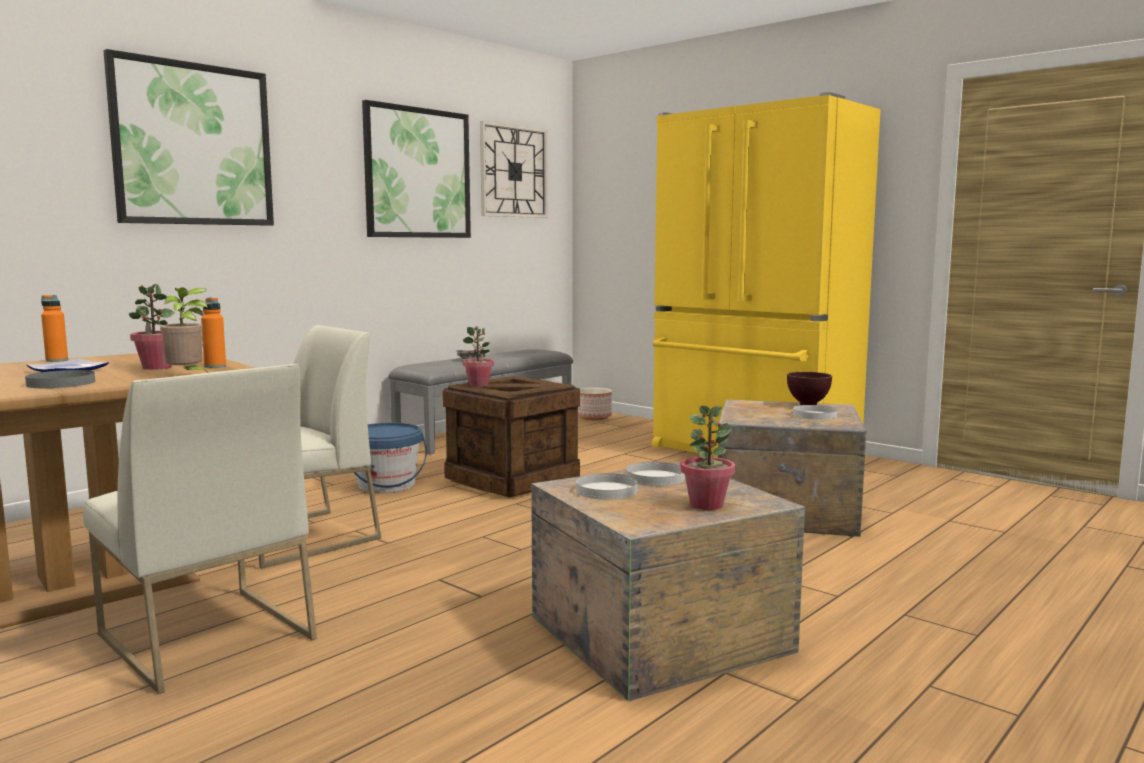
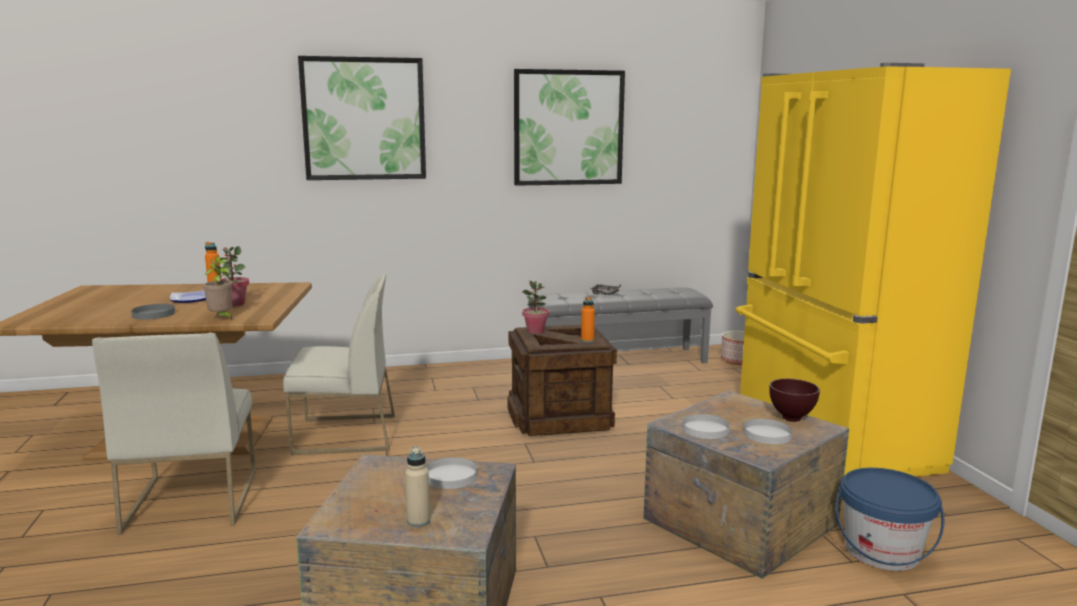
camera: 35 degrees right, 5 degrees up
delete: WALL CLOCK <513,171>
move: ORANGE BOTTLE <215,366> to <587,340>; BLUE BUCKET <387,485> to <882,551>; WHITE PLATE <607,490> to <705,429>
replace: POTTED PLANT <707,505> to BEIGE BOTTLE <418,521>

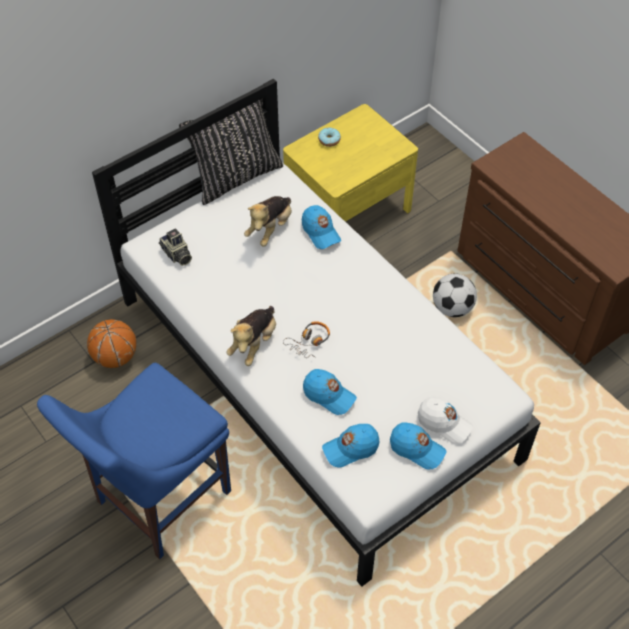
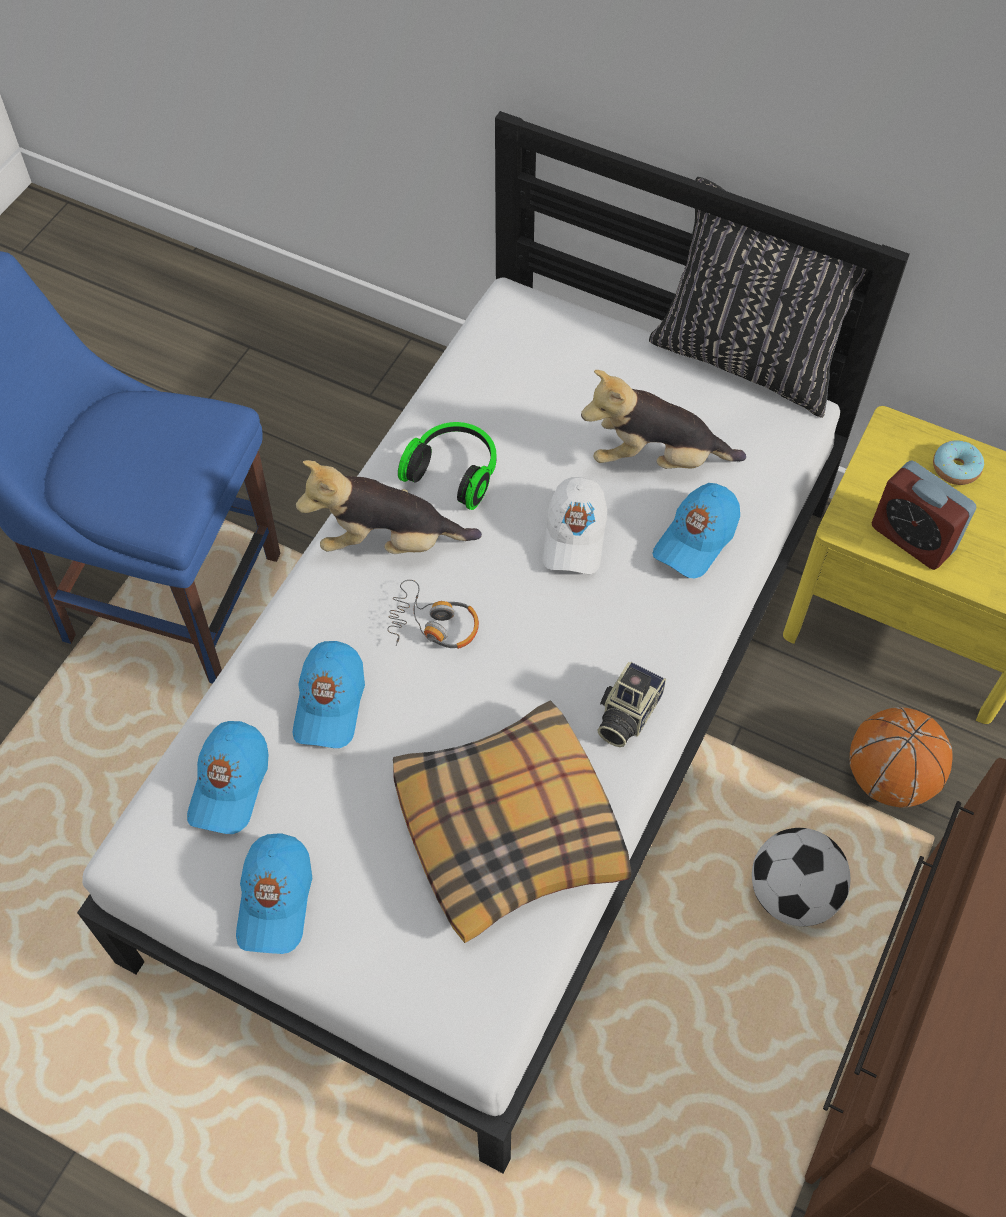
camera: 65 degrees right, 5 degrees up
insert: HEADPHONES <454,472>; ALARM CLOCK <912,538>; PILLOW <511,829>
move: PHOTO CAMERA <176,255> to <626,714>; BASKETBALL <115,357> to <888,777>; WHITE CAP <444,423> to <574,536>
rotate: BLUE CAP <351,448> = <230,784> 120 degrees counterclockwise

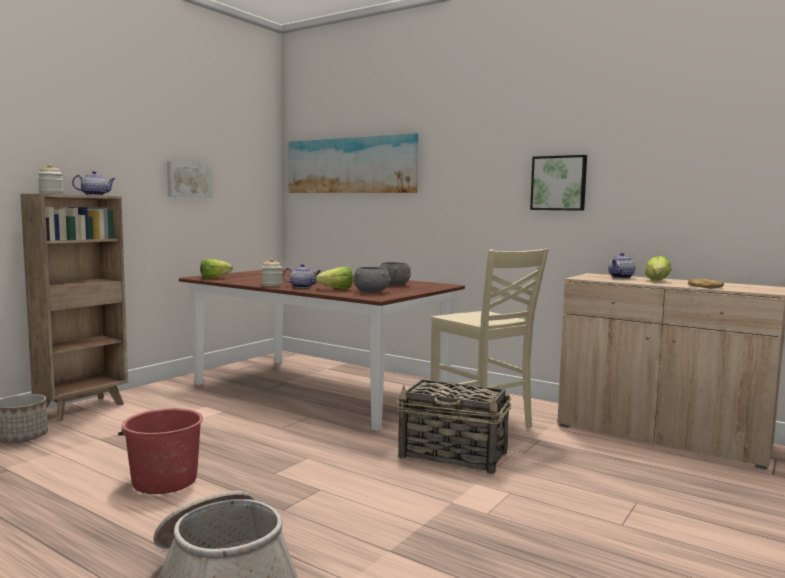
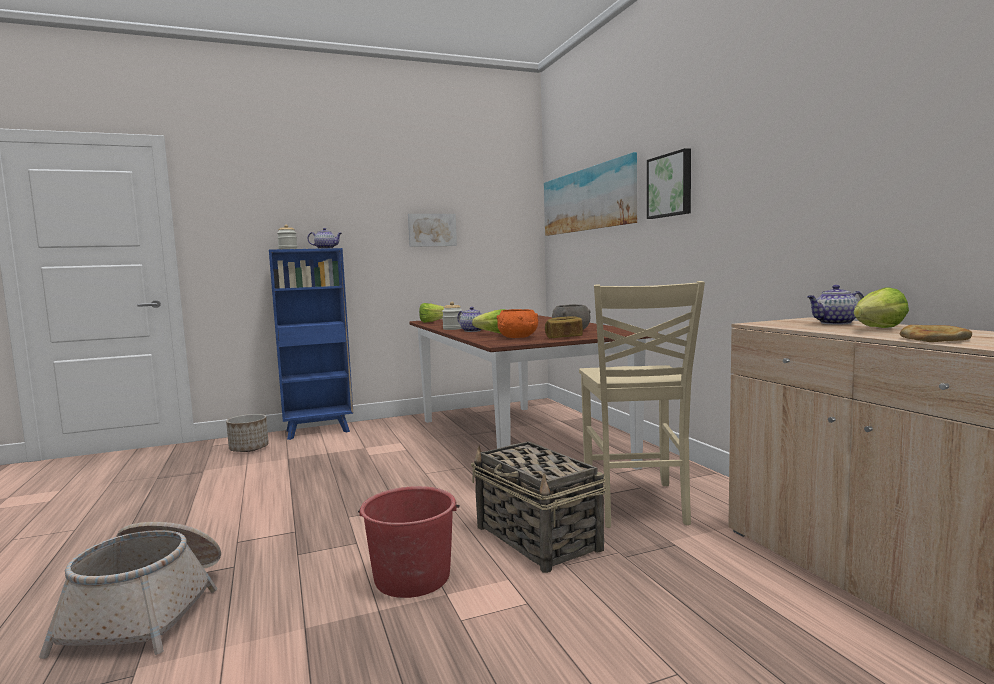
camera: 35 degrees right, 0 degrees up
insert: BREAD <564,337>
move: PICTURE <559,183> to <670,185>; RED BUCKET <164,481> to <412,577>
recolor: BROWN BOOKCASE <83,408> to BLUE BOOKCASE <319,431>; GREY BOWL <372,292> to ORANGE BOWL <518,337>

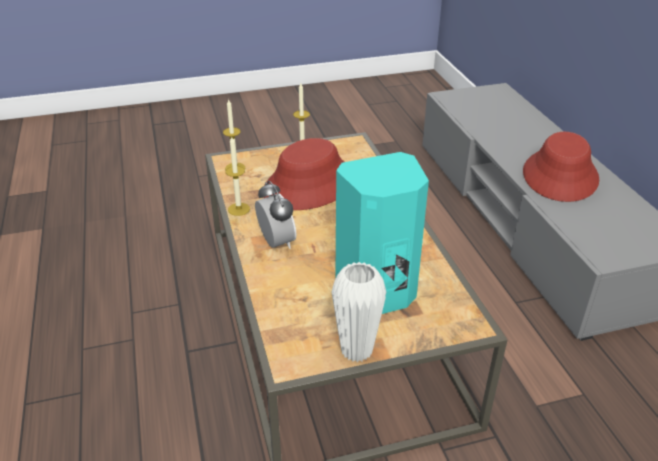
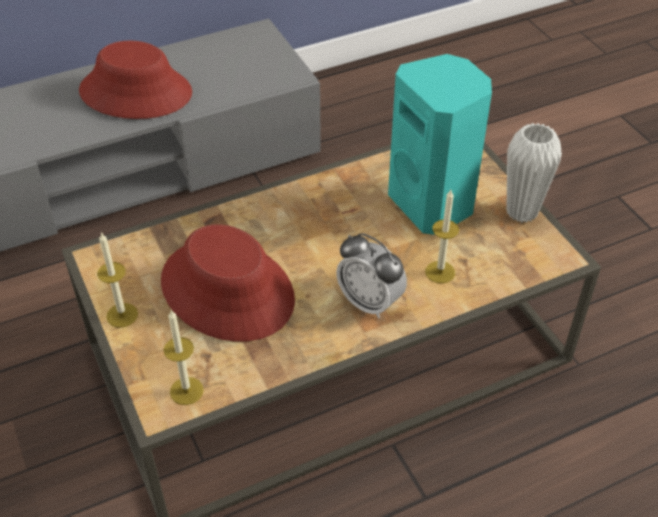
camera: 100 degrees left, 10 degrees up
move: CANDLE <238,209> to <440,272>
rotate: ALARM CLOCK <276,243> = <370,302> 105 degrees counterclockwise

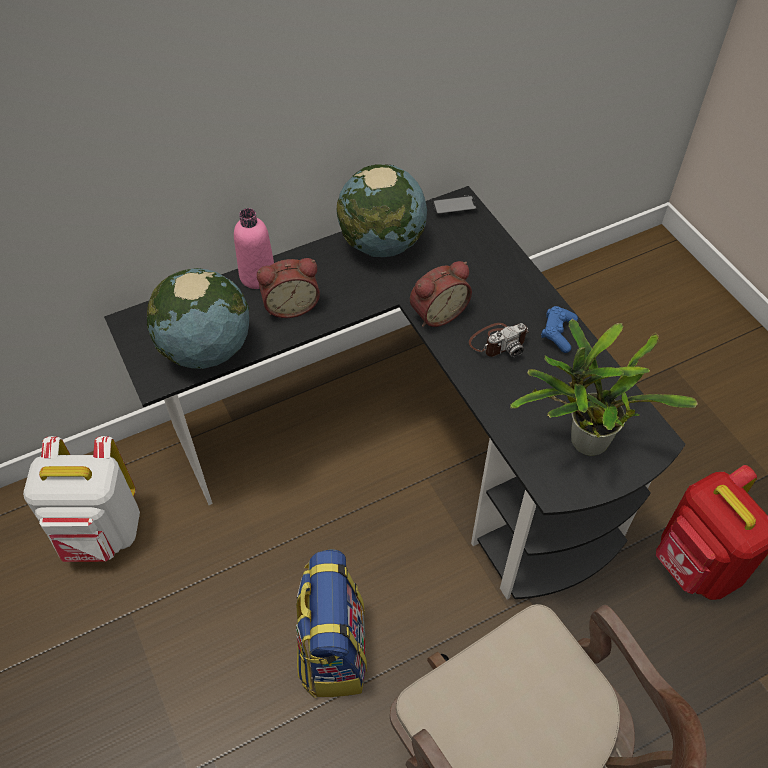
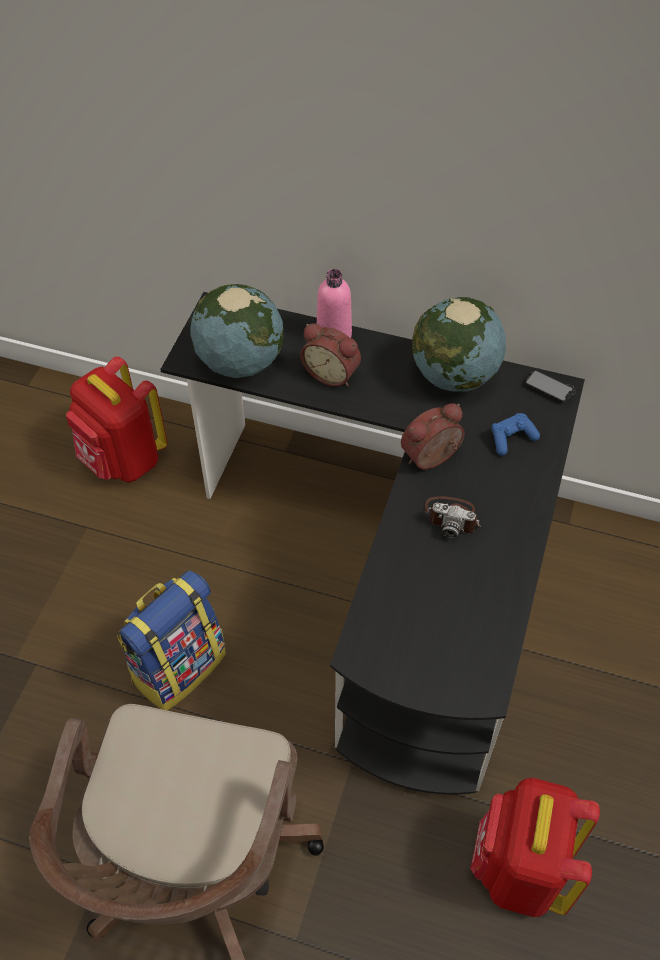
camera: 45 degrees right, 0 degrees up
delete: POTTED PLANT <582,441>
move: BLUE GAME CONTROLLER <557,334> to <511,439>
recolor: WHITE BACKPACK <101,533> to RED BACKPACK <123,460>
rotate: ALARM CLOCK <437,312> = <432,459> 135 degrees clockwise

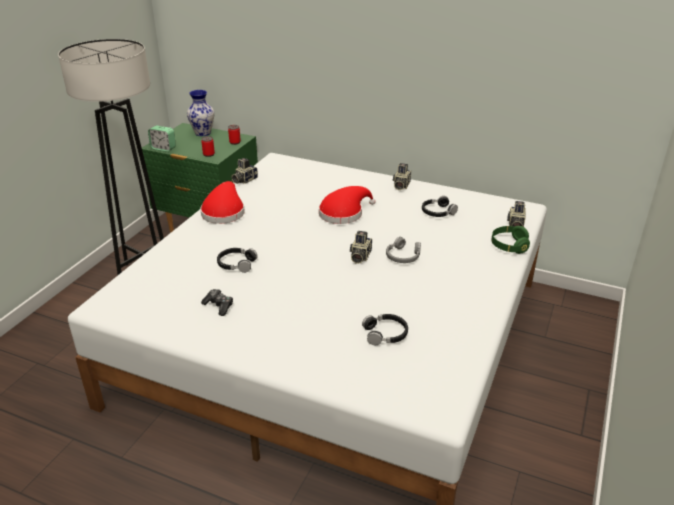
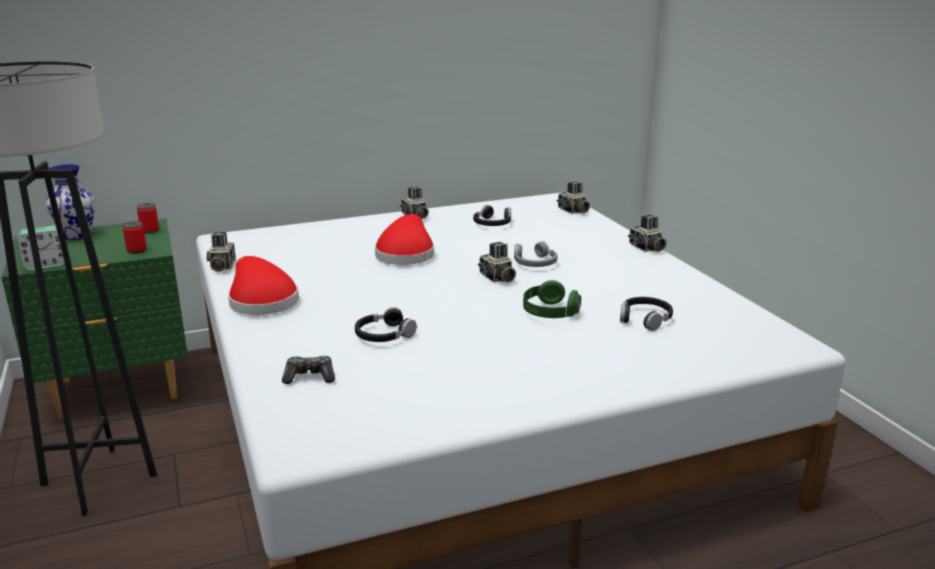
camera: 45 degrees left, 10 degrees down
insert: PHOTO CAMERA <646,248>
move: GREEN HEADPHONES <509,246> to <549,313>; GAME CONTROLLER <219,306> to <310,377>

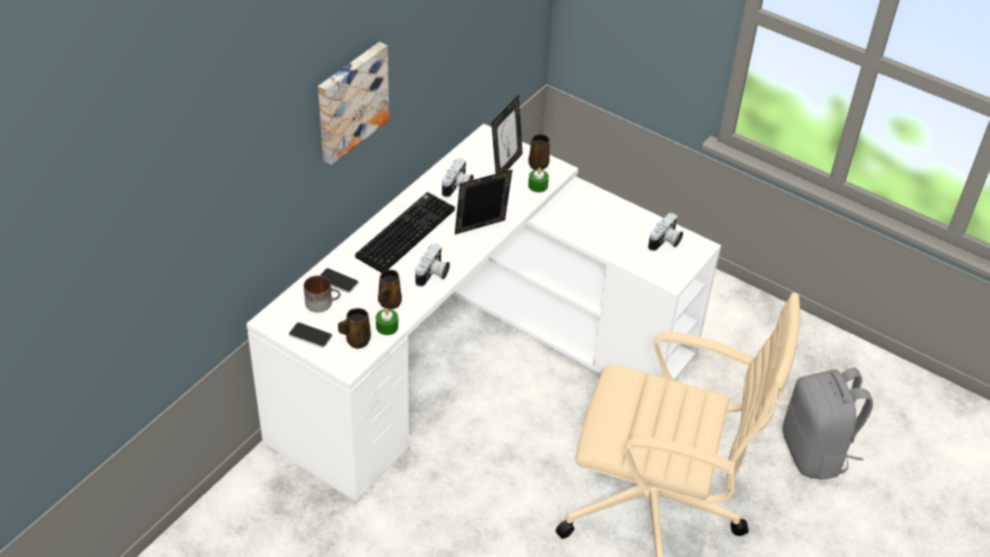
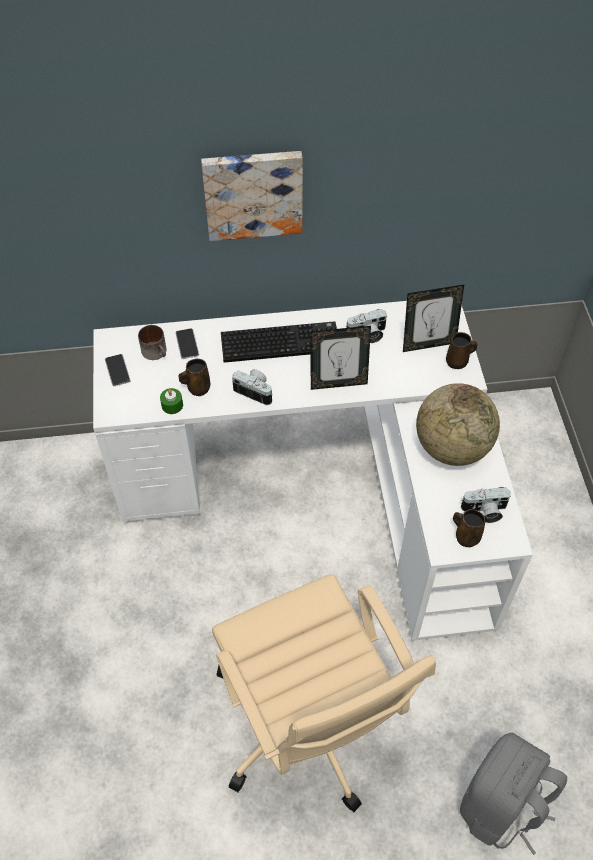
camera: 50 degrees right, 10 degrees up
delete: GREEN CANDLE <538,185>
insert: GLOBE <451,447>
move: BROWN MUG <356,340> to <466,536>
rotate: PICTURE FRAME <481,230> = <338,383> 150 degrees clockwise; PHOTO CAMERA <433,275> = <255,391> 135 degrees counterclockwise

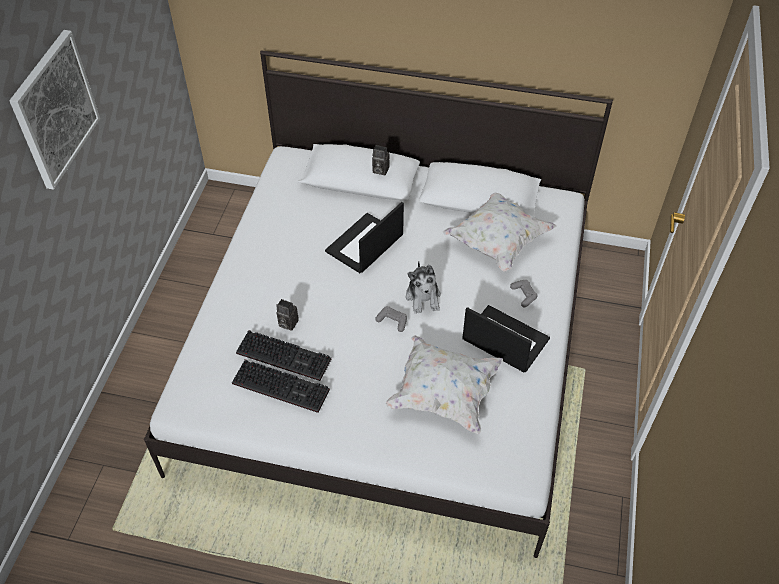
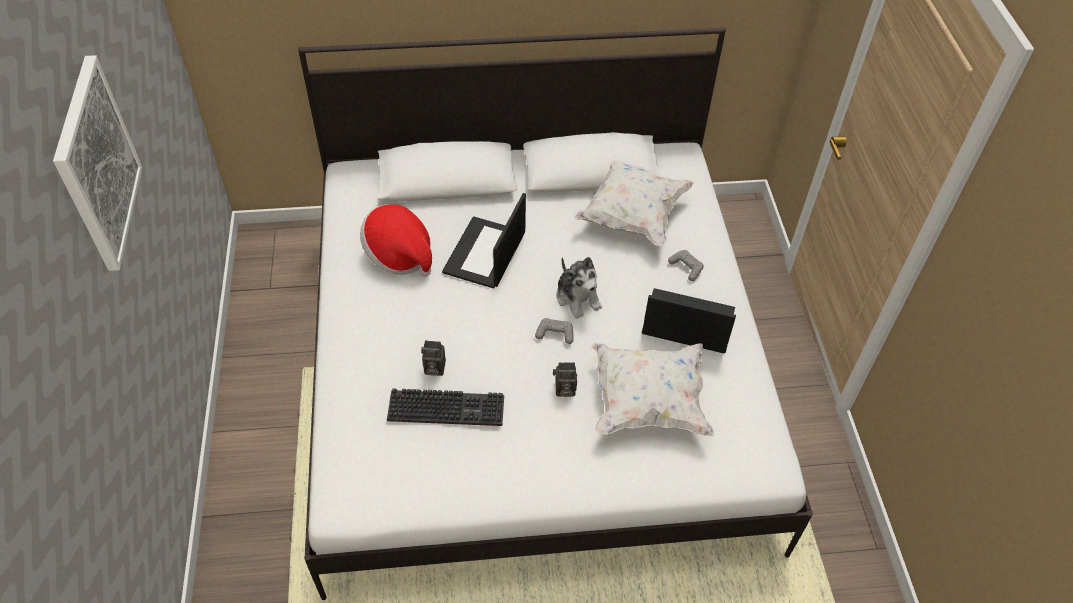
camera: 20 degrees left, 0 degrees up
delete: KEYBOARD <283,386>
insert: HAT <399,255>
move: PHOTO CAMERA <379,170> to <564,390>

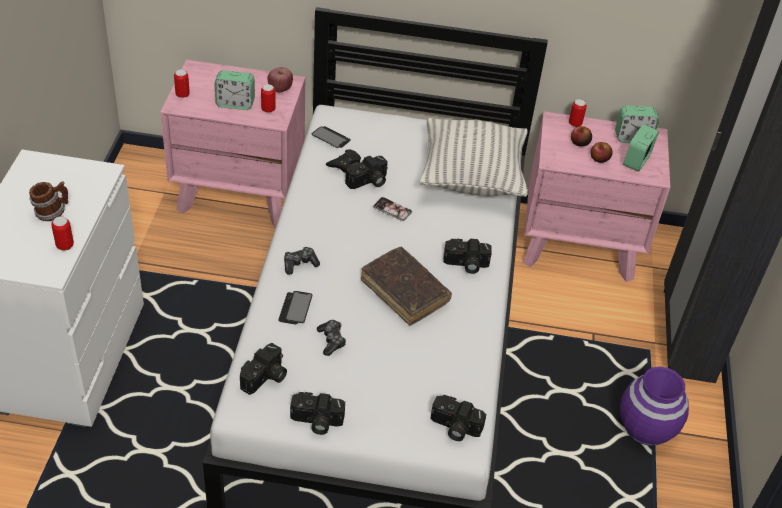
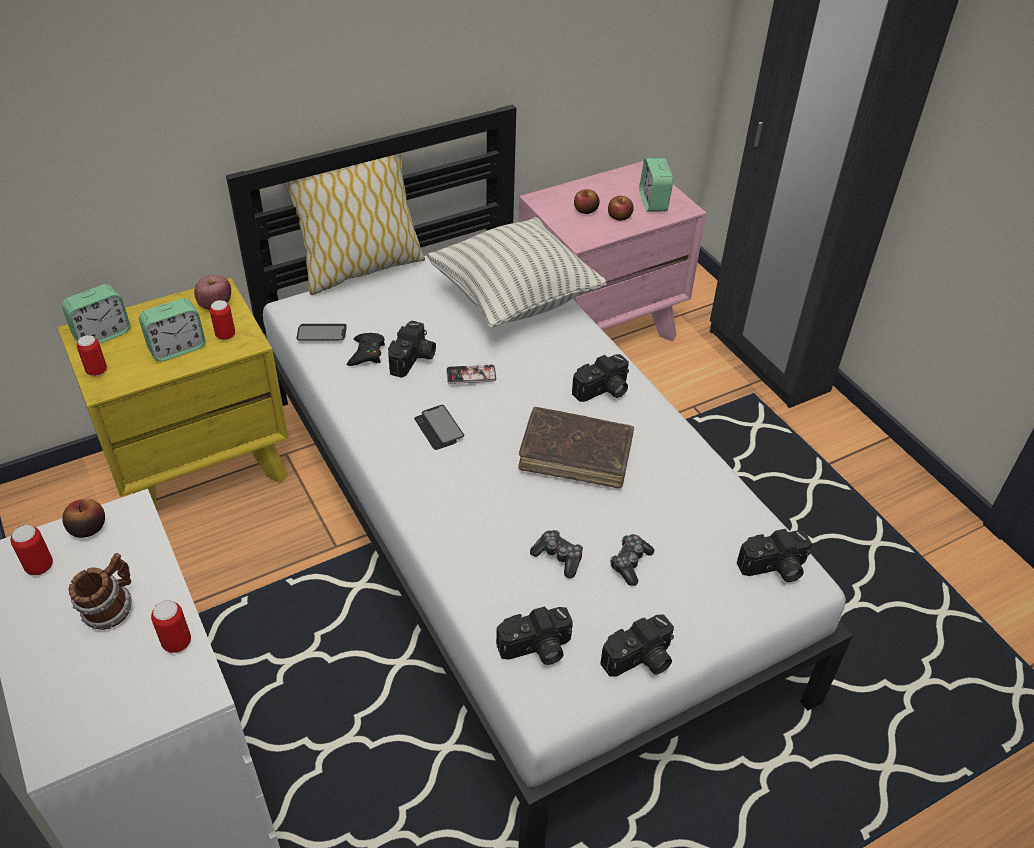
camera: 35 degrees left, 0 degrees up
delete: PURPLE VASE <645,428>
insert: PILLOW <360,268>; APPLE <87,528>
move: CAN <575,124> to <39,566>; ALARM CLOCK <633,138> to <102,334>; GAME CONTROLLER <300,264> to <630,563>; PHONE <295,308> to <439,428>
recolor: PINK NIGHTSTAND <239,193> to YELLOW NIGHTSTAND <201,466>
rotate: PHOTO CAMERA <265,378> = <536,649> 75 degrees clockwise

